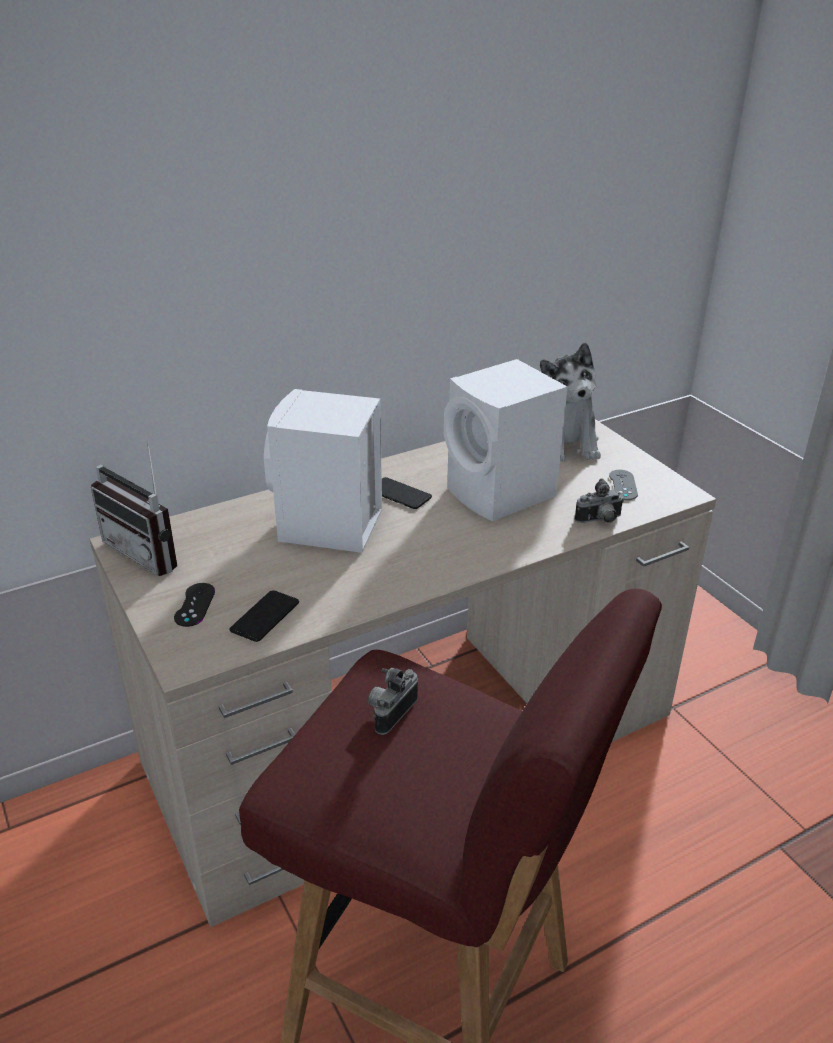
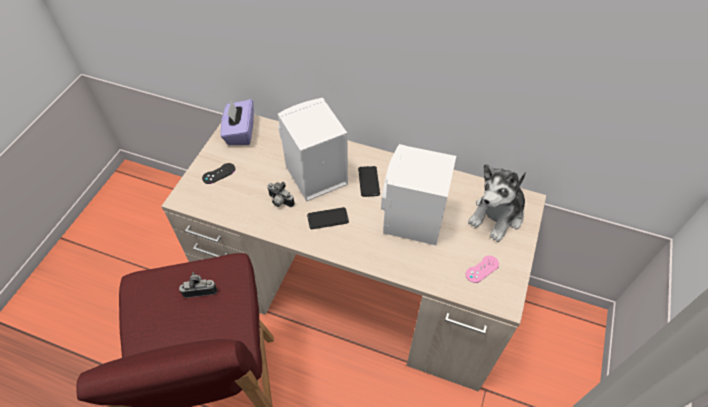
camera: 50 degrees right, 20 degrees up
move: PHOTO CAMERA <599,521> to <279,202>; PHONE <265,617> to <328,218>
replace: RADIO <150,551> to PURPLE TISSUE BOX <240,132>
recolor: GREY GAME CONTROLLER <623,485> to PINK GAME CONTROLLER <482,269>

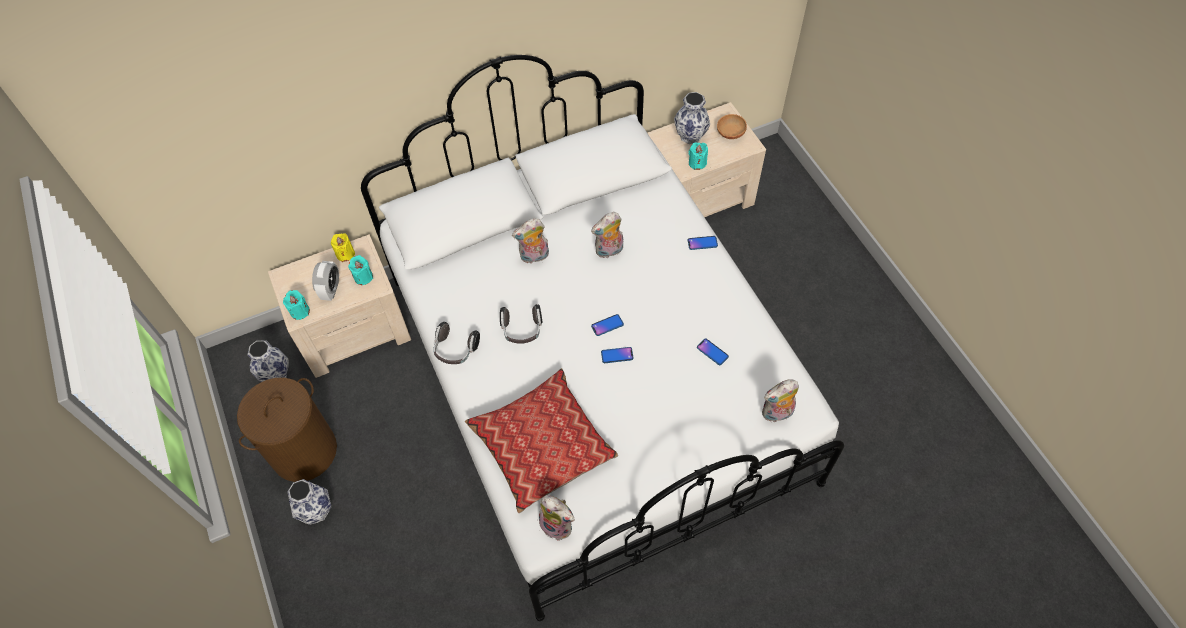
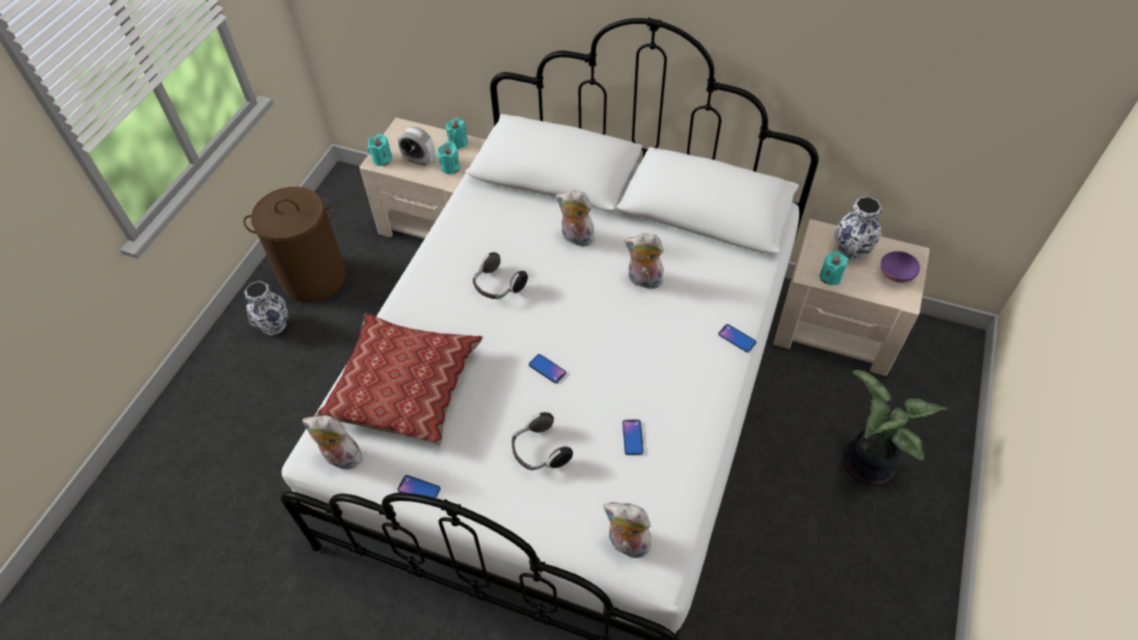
camera: 45 degrees right, 5 degrees down
delete: VASE <276,375>
insert: POTTED PLANT <863,464>
move: PHONE <607,325> to <419,489>; HEADPHONES <455,350> to <539,451>
recolor: BROWN BOWL <730,134> to PURPLE BOWL <895,274>; YELLOW CANDLE <345,254> to TURQUOISE CANDLE <458,142>
rotate: ALARM CLOCK <331,289> = <419,160> 60 degrees clockwise; PLUSH TOY <558,524> = <340,458> 120 degrees clockwise

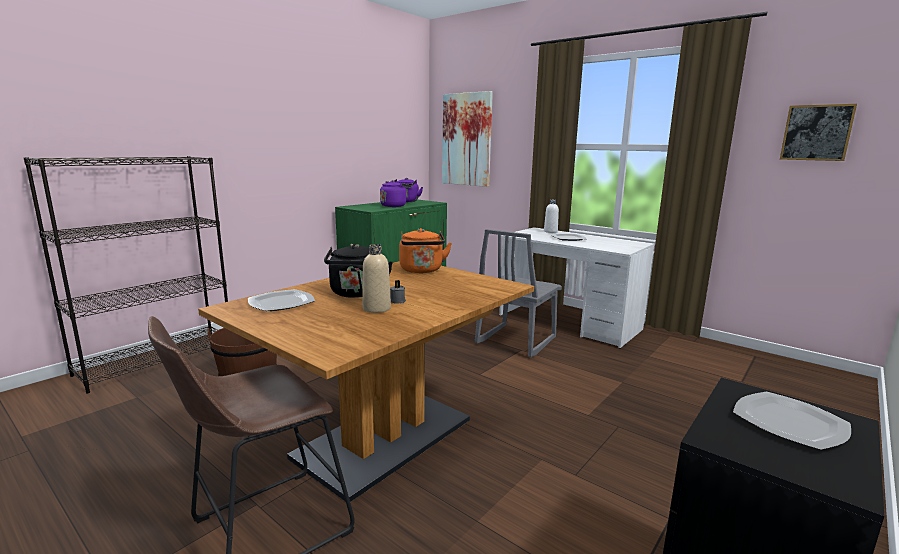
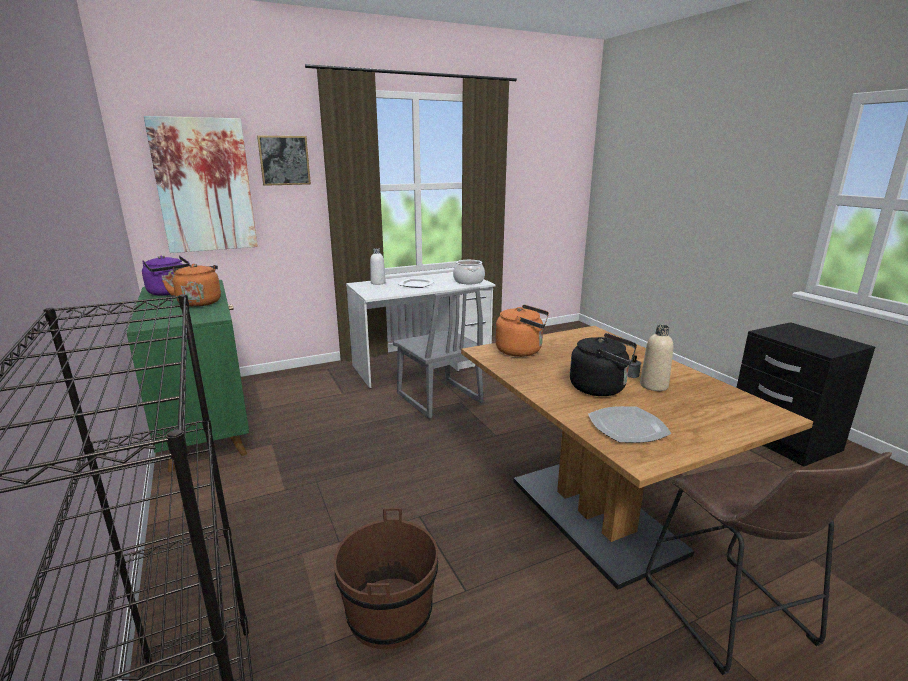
camera: 65 degrees left, 5 degrees up
delete: PLATE <790,423>
insert: COOKING POT <469,281>
move: PICTURE <816,132> to <284,160>
recolor: PURPLE KETTLE <394,206> to ORANGE KETTLE <199,302>

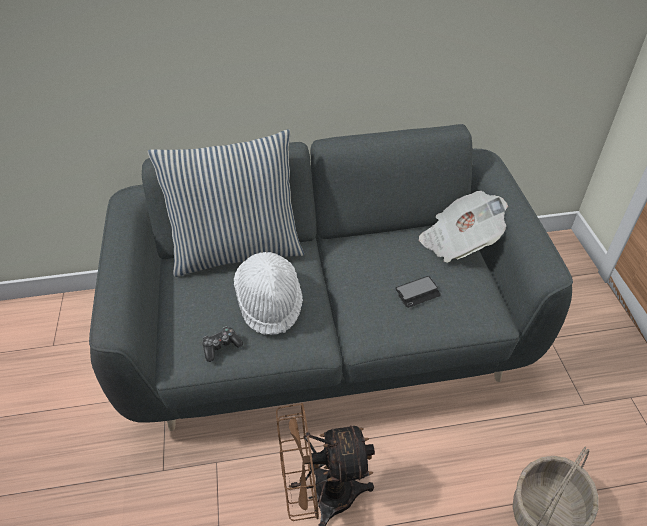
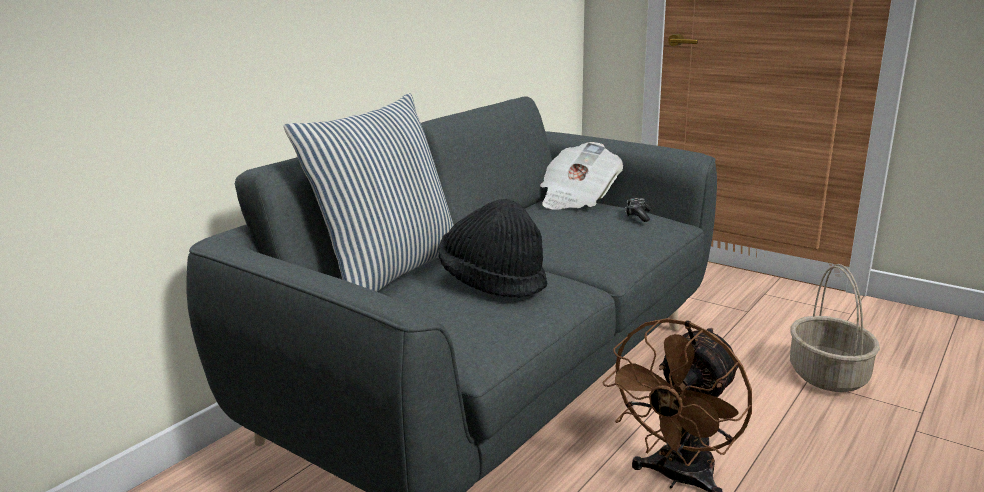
camera: 45 degrees left, 25 degrees down
delete: PHONE <417,292>
move: GAME CONTROLLER <221,346> to <637,215>
recolor: WHITE HAT <270,303> to BLACK HAT <493,282>

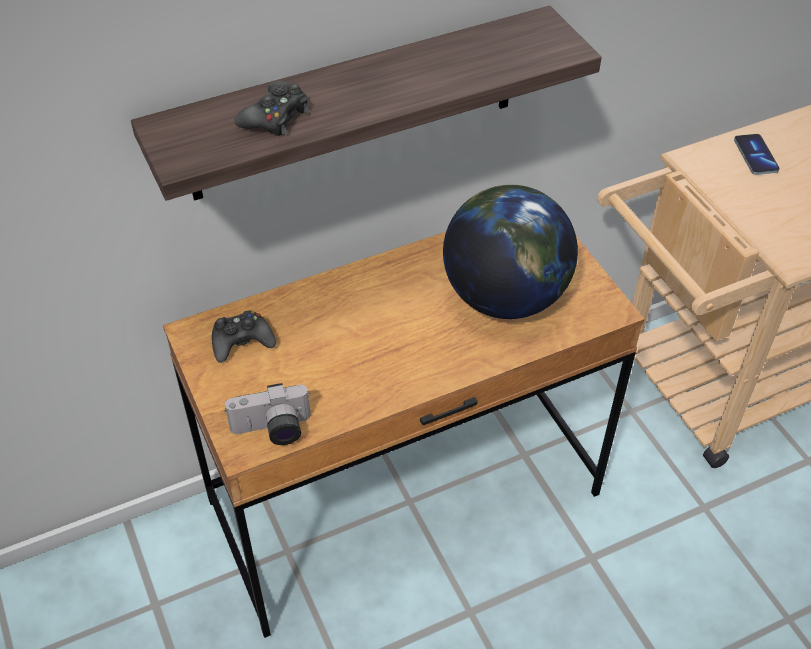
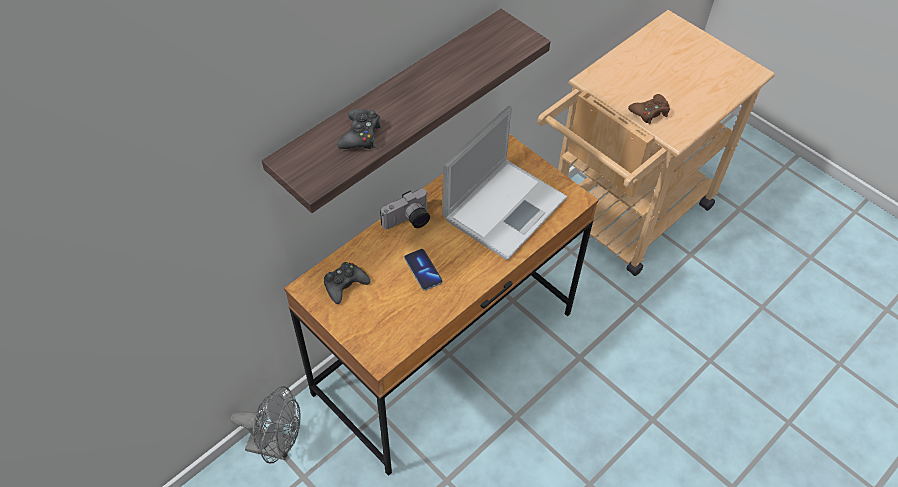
camera: 20 degrees left, 5 degrees up
insert: BROWN GAME CONTROLLER <649,112>; GREY FAN <277,445>
move: PHONE <755,156> to <423,270>; PHOTO CAMERA <272,431> to <408,222>
replace: GLOBE <505,296> to LAPTOP <505,206>

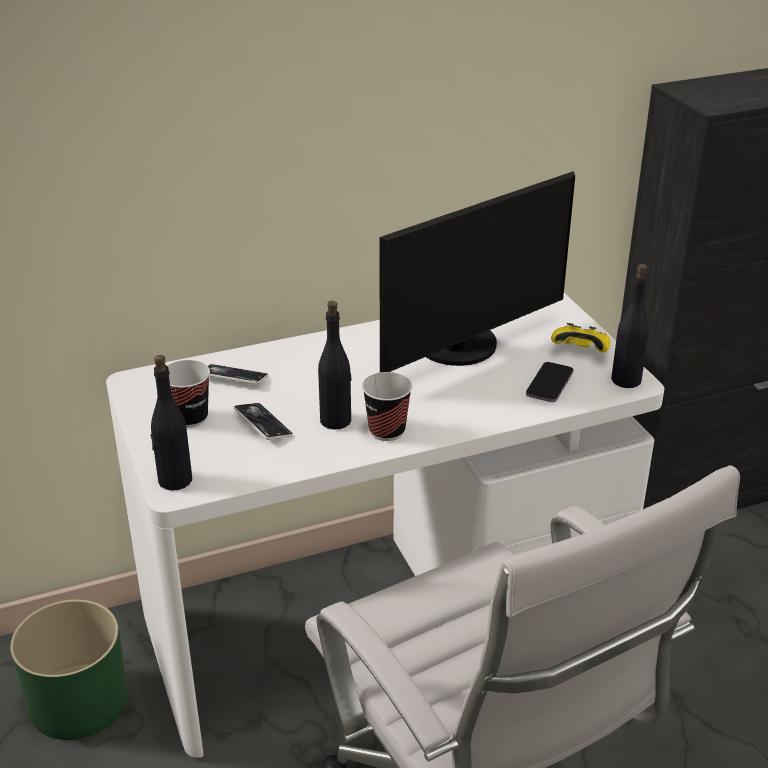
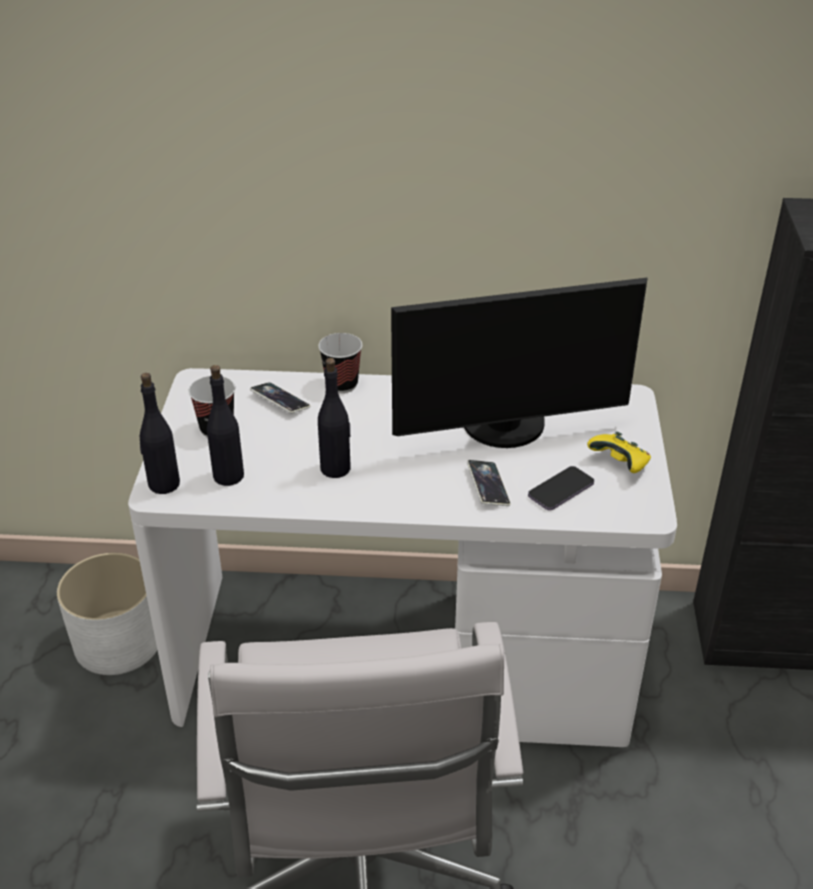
camera: 25 degrees right, 5 degrees up
move: BLACK BOTTLE <626,380> to <229,476>; CUP <387,431> to <342,384>; PHONE <263,425> to <488,486>
recolor: GREEN PLANTER <78,701> to WHITE PLANTER <117,641>

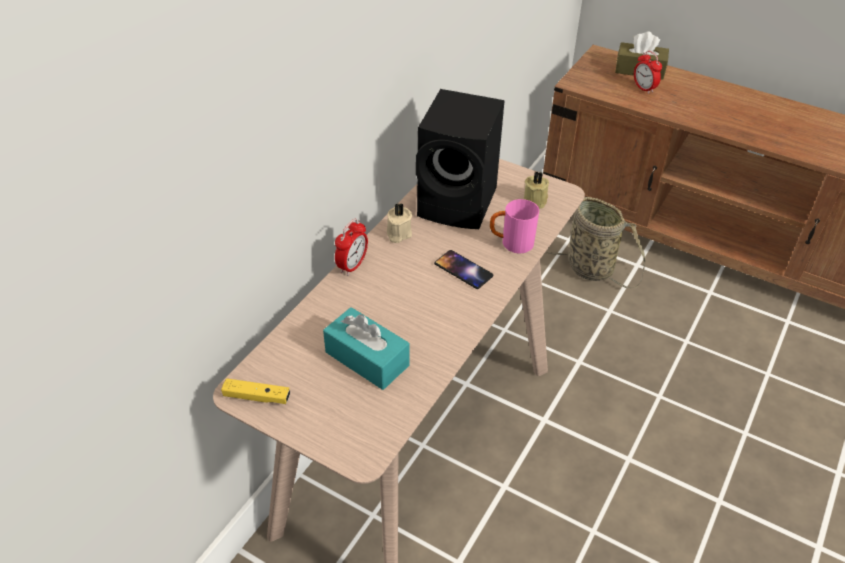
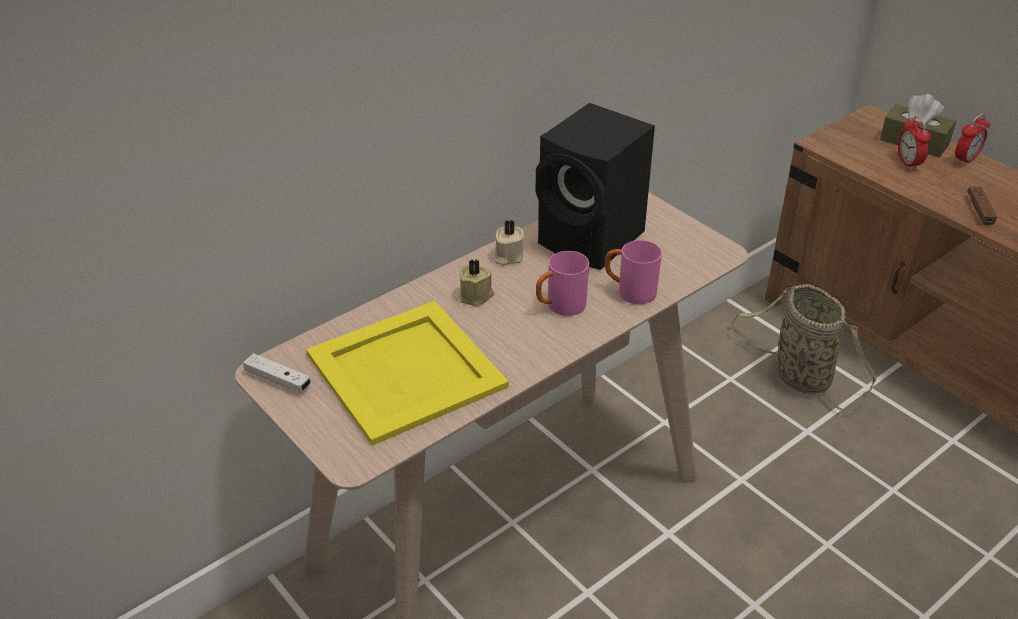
camera: 20 degrees right, 5 degrees down
insert: BROWN GAME CONTROLLER <979,210>
move: BEIGE CANDLE <536,200> to <477,296>; ALARM CLOCK <352,266> to <965,160>
replace: PHONE <463,270> to PINK MUG <560,307>; TURQUOISE TISSUE BOX <367,359> to YELLOW TRAY <408,371>
recolor: YELLOW GAME CONTROLLER <257,397> to WHITE GAME CONTROLLER <278,380>

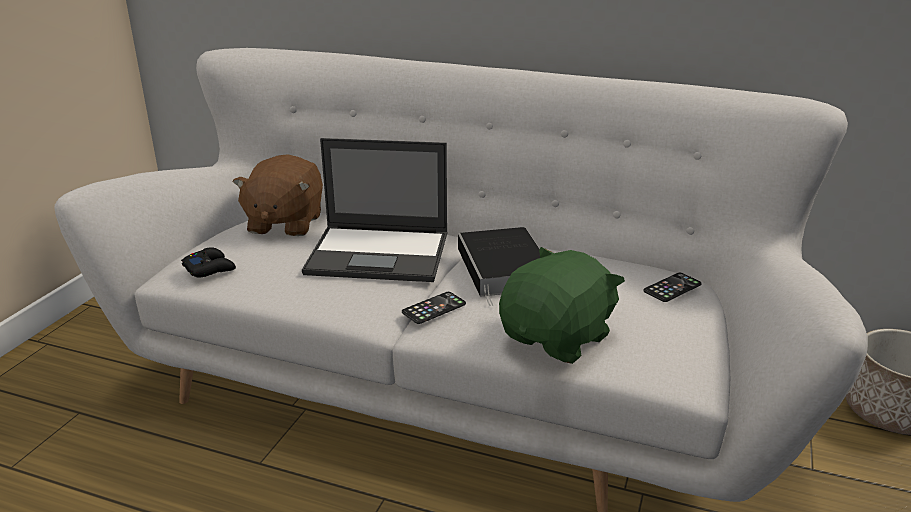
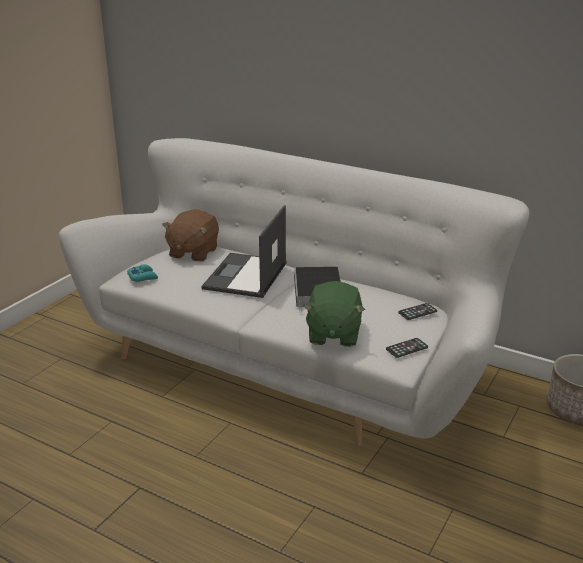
camera: 10 degrees right, 0 degrees up
move: PHONE <434,308> to <407,348>
recolor: BLACK GAME CONTROLLER <210,268> to TURQUOISE GAME CONTROLLER <143,277>
rotate: LAPTOP <380,254> = <245,276> 90 degrees clockwise; GREEN PLUSH TOY <558,338> = <333,334> 135 degrees clockwise

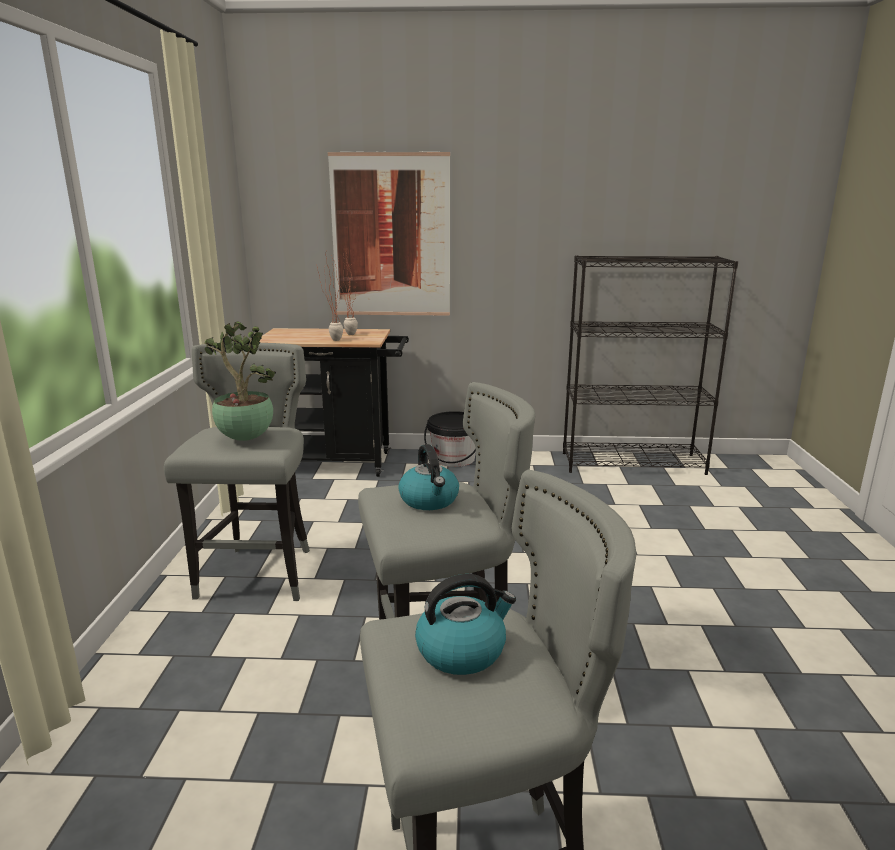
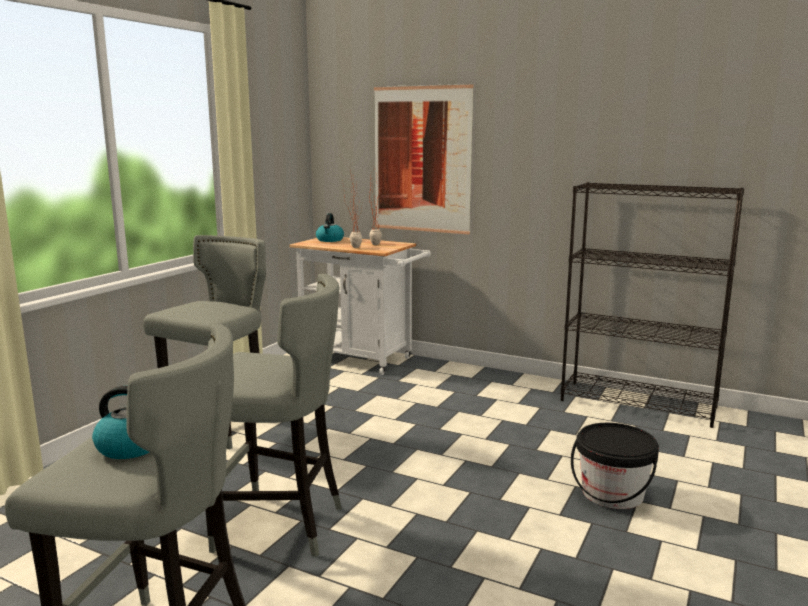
camera: 25 degrees right, 5 degrees down
delete: POTTED PLANT <244,438>
move: BLACK BUCKET <454,459> to <612,493>; KETTLE <429,500> to <330,240>
recolor: BLACK CART <340,463> to WHITE CART <362,359>

